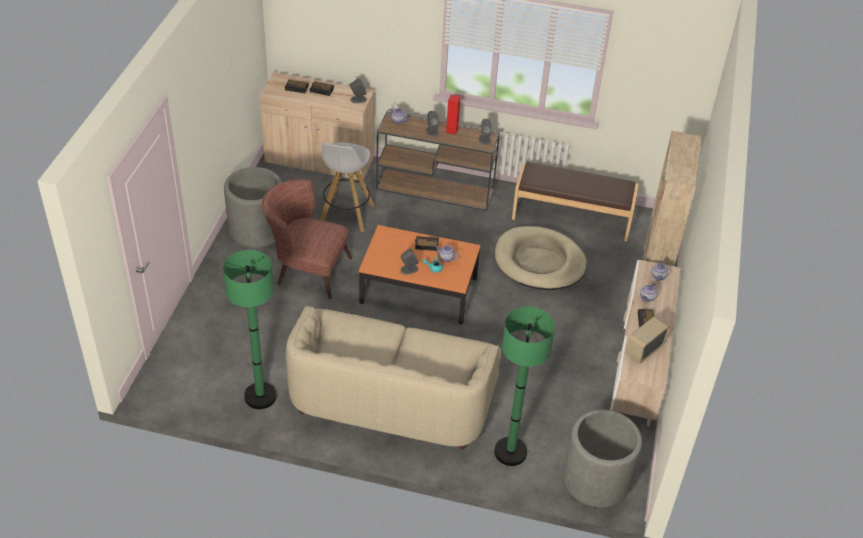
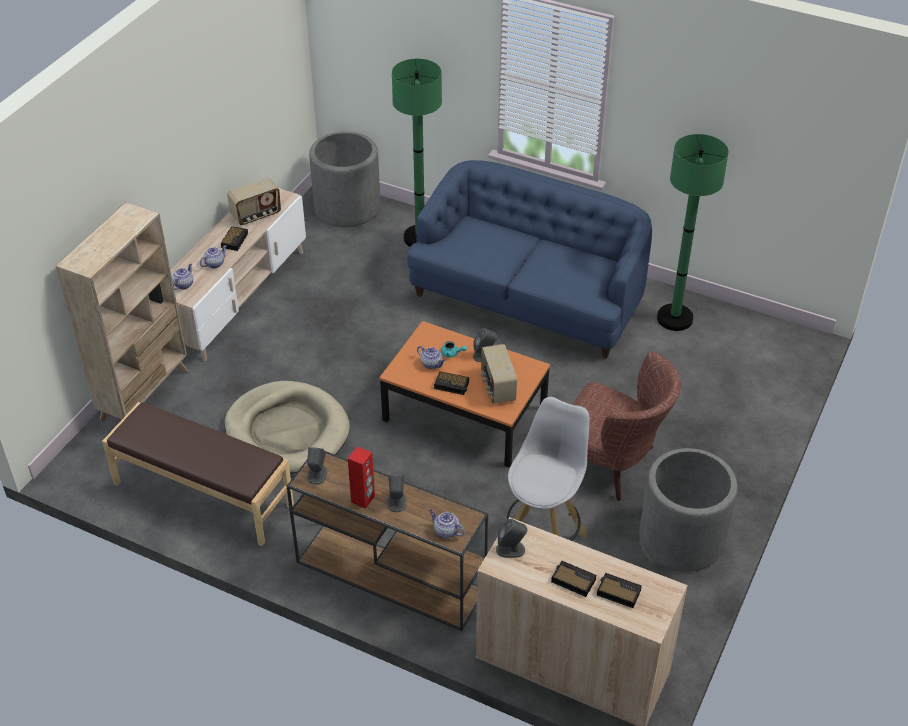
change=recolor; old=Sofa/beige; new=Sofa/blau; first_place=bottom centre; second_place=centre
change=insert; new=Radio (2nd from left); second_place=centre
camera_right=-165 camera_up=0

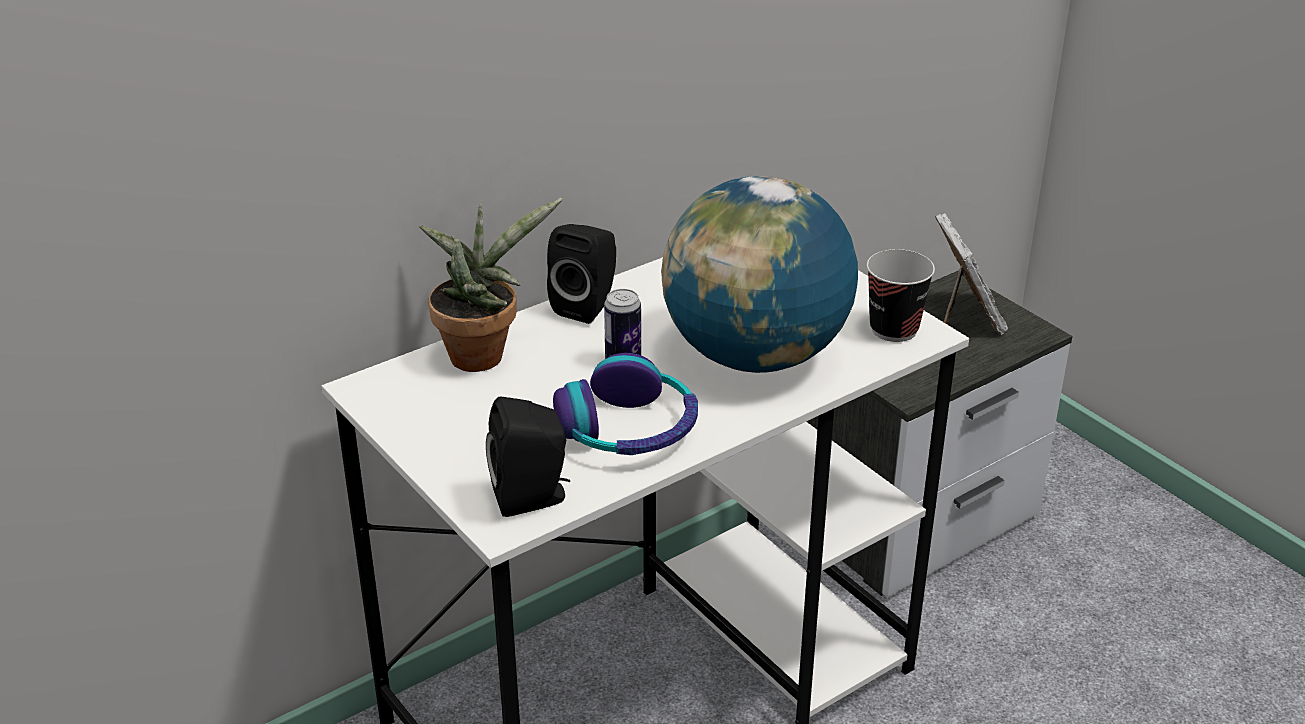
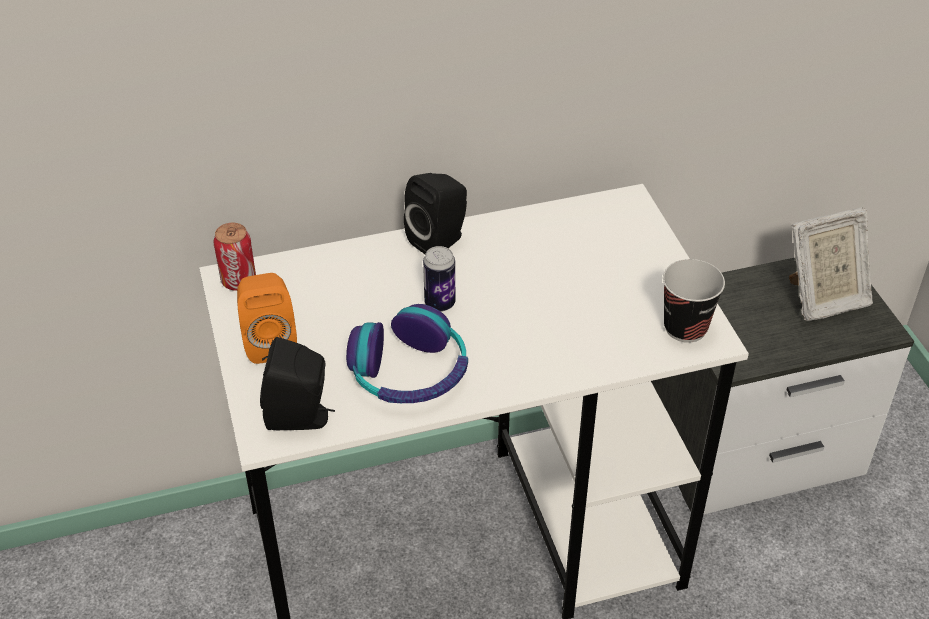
change=insert; new=Dose (1st from left); second_place=middle left
change=insert; new=Lautsprecher/orange; second_place=middle left
change=rotate; old=Bilderrahmen; first_place=middle right; second_place=middle right; degrees=60
change=delete; old=Topfpflanze; first_place=centre
change=delete; old=Globus; first_place=centre
camera_right=20 camera_up=10

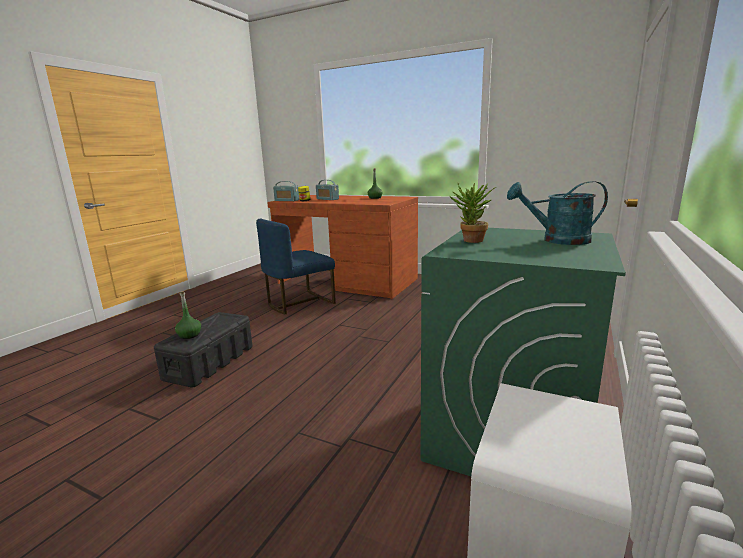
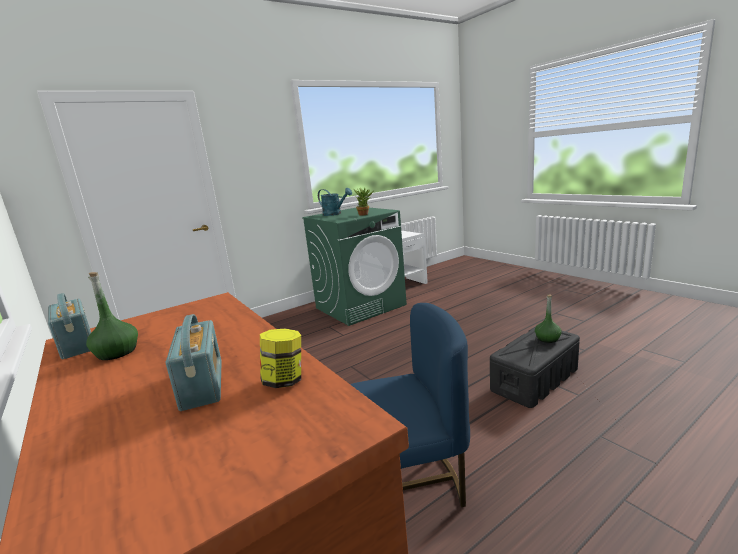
change=move; old=Radio (1st from left); first_place=centre; second_place=middle left
camera_right=-150 camera_up=0

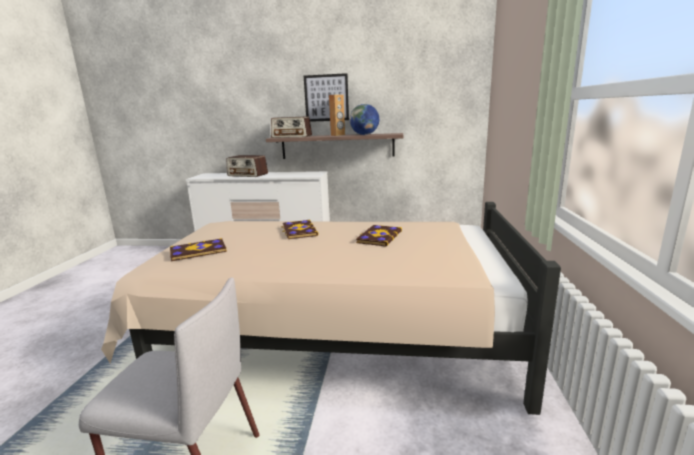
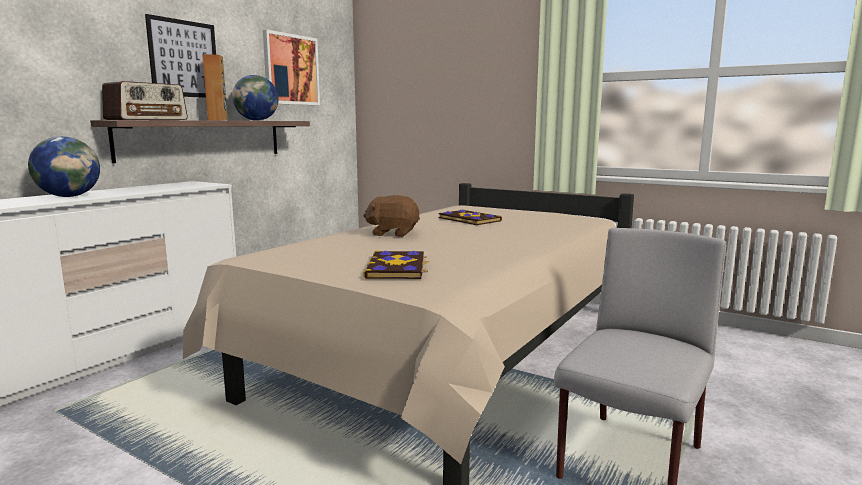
change=replace; old=Radio (1st from left); new=Globus (1st from left); first_place=centre; second_place=middle left
change=insert; new=Bild (2nd from left); second_place=top centre
change=replace; old=Buch (2nd from left); new=Plüschtier/braun; first_place=centre; second_place=centre
camera_right=-65 camera_up=-5

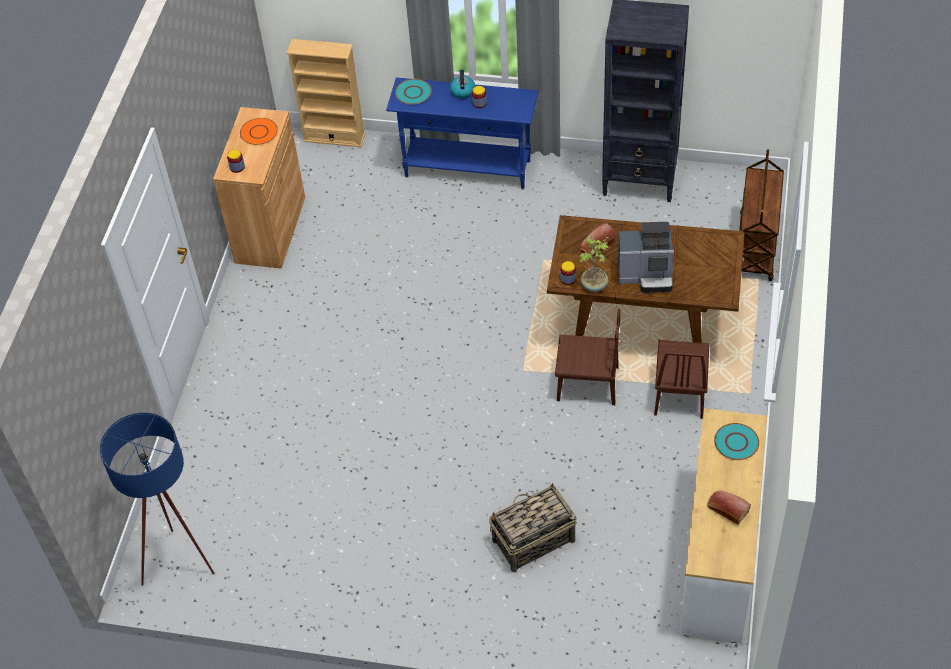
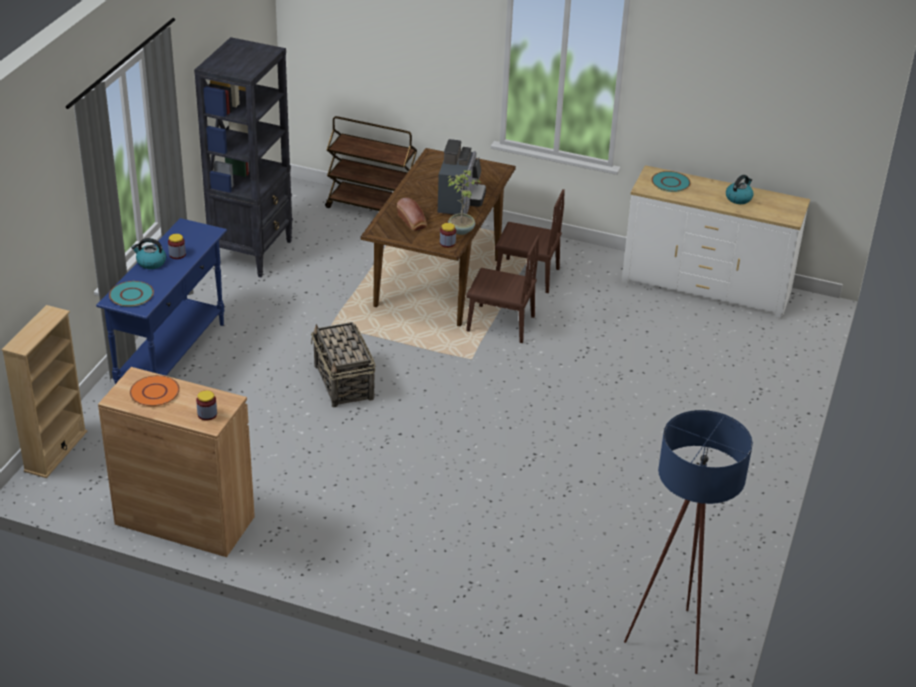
change=move; old=Korb; first_place=bottom centre; second_place=centre
change=rotate; old=Stuhl/braun (1st from left); first_place=centre; second_place=centre; degrees=90
change=replace; old=Brot (2nd from left); new=Wasserkessel (2nd from left); first_place=bottom right; second_place=top right
camera_right=-85 camera_up=-15

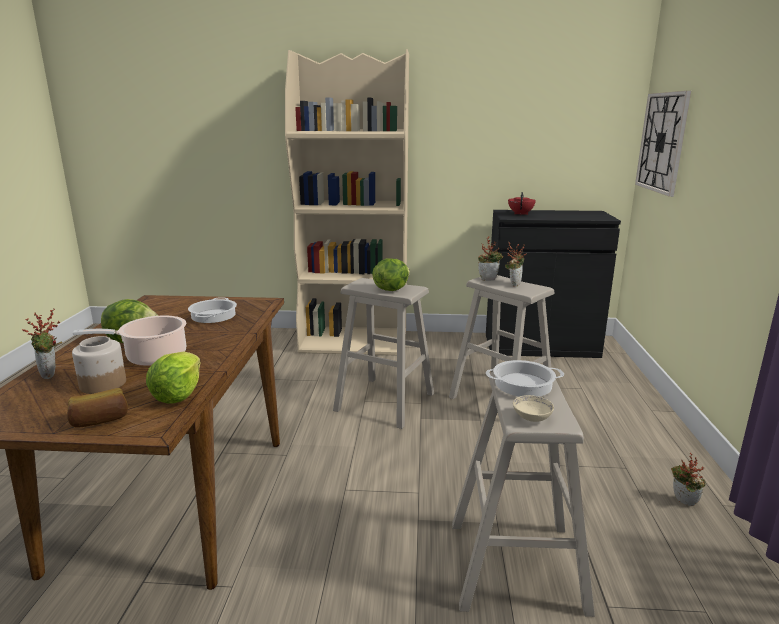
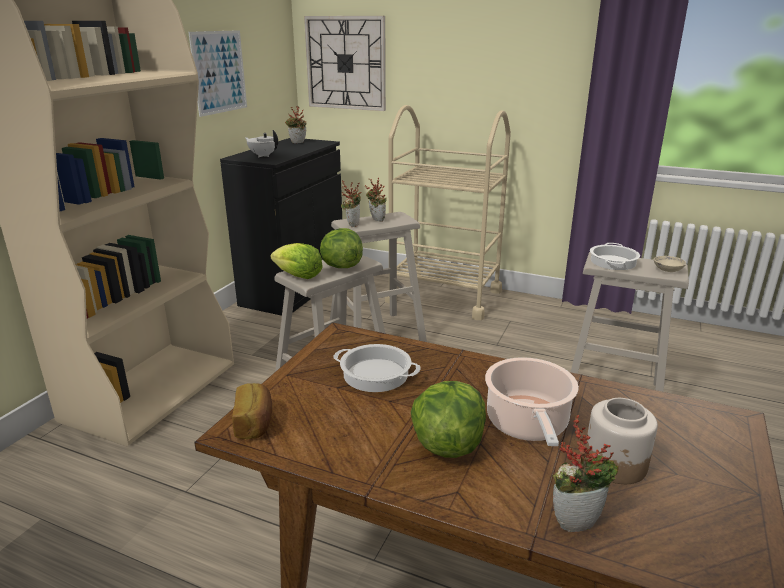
change=insert; new=Bild; second_place=top left
change=move; old=Brot; first_place=middle left; second_place=bottom left
change=recolor; old=Teekanne/rot; new=Teekanne/weiß; first_place=top right; second_place=top left
change=move; old=Salatkopf (2nd from left in the first image); new=Salatkopf (1st from left); first_place=middle left; second_place=centre
change=move; old=Topfpflanze (4th from left in the first image); new=Topfpflanze (1st from left); first_place=bottom right; second_place=top centre
change=insert; new=Rollwagen/beige; second_place=centre
camera_right=-70 camera_up=5

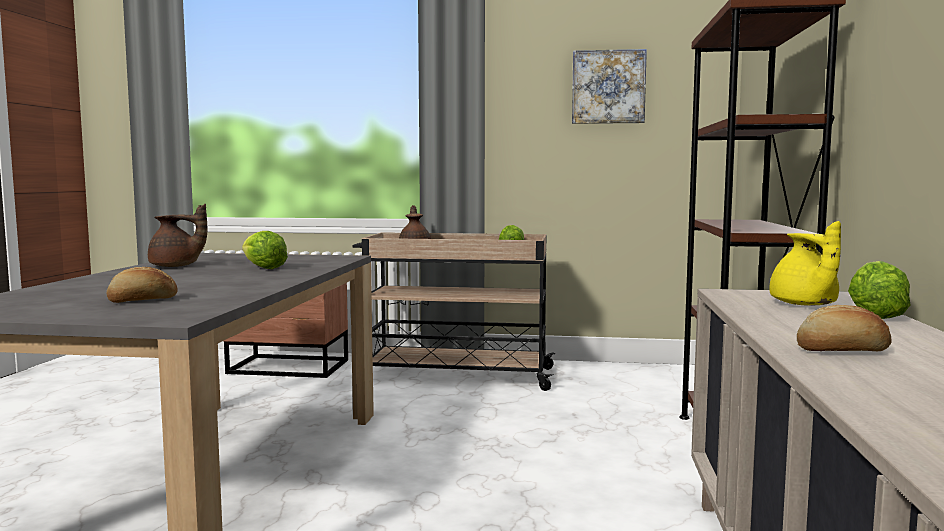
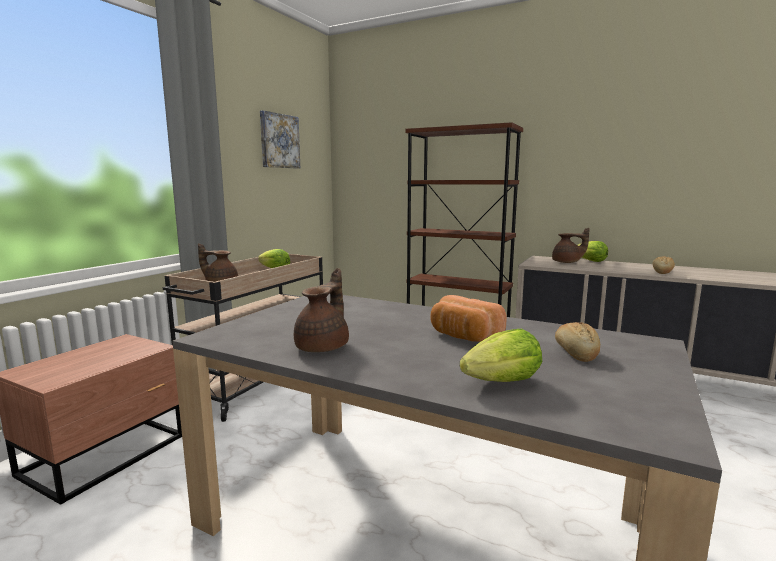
change=insert; new=Brot (1st from left); second_place=centre
change=move; old=Salatkopf (1st from left in the first image); new=Salatkopf (2nd from left); first_place=middle left; second_place=centre
change=recolor; old=Teekanne/gelb; new=Teekanne/braun (3rd from left); first_place=middle right; second_place=middle right
camera_right=-70 camera_up=5

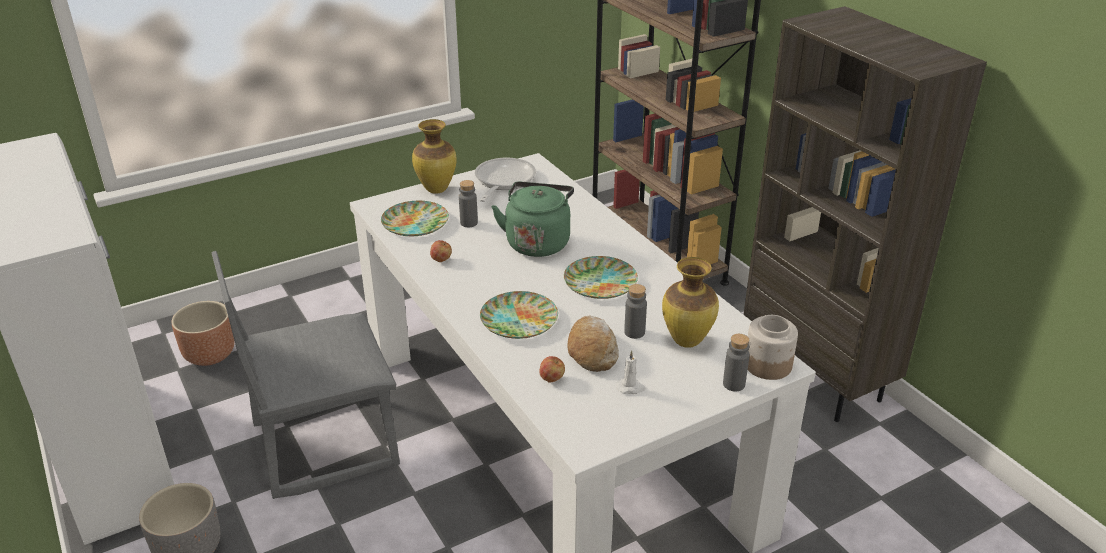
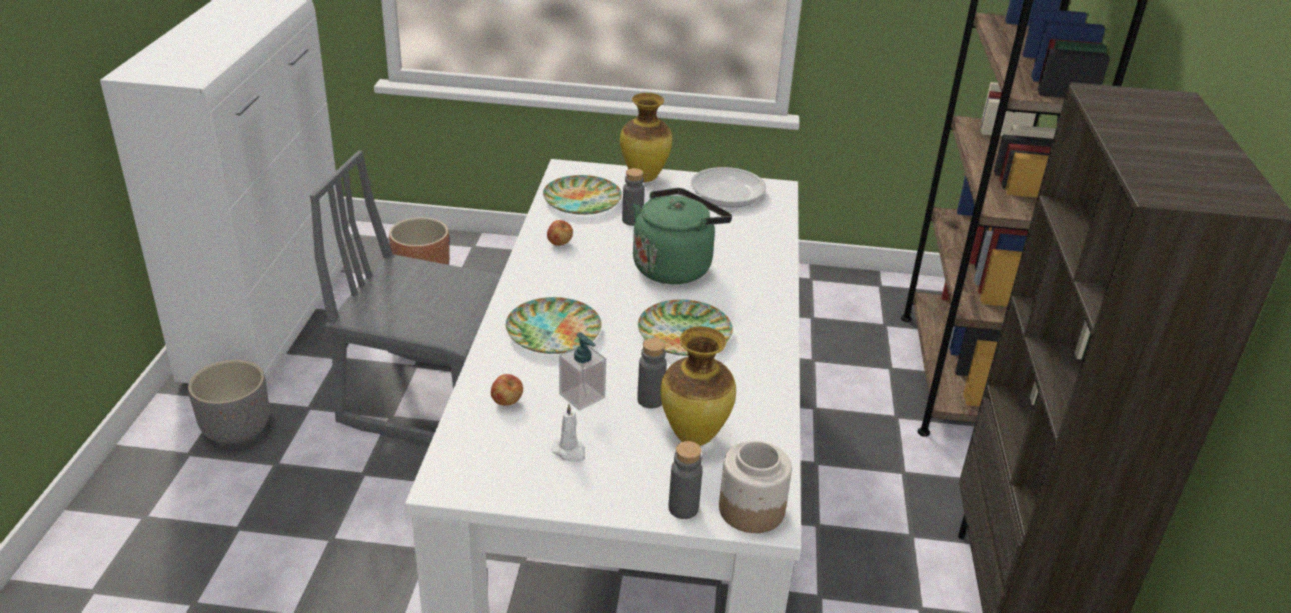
change=replace; old=Brot; new=Seifenspender; first_place=centre; second_place=centre
camera_right=35 camera_up=0

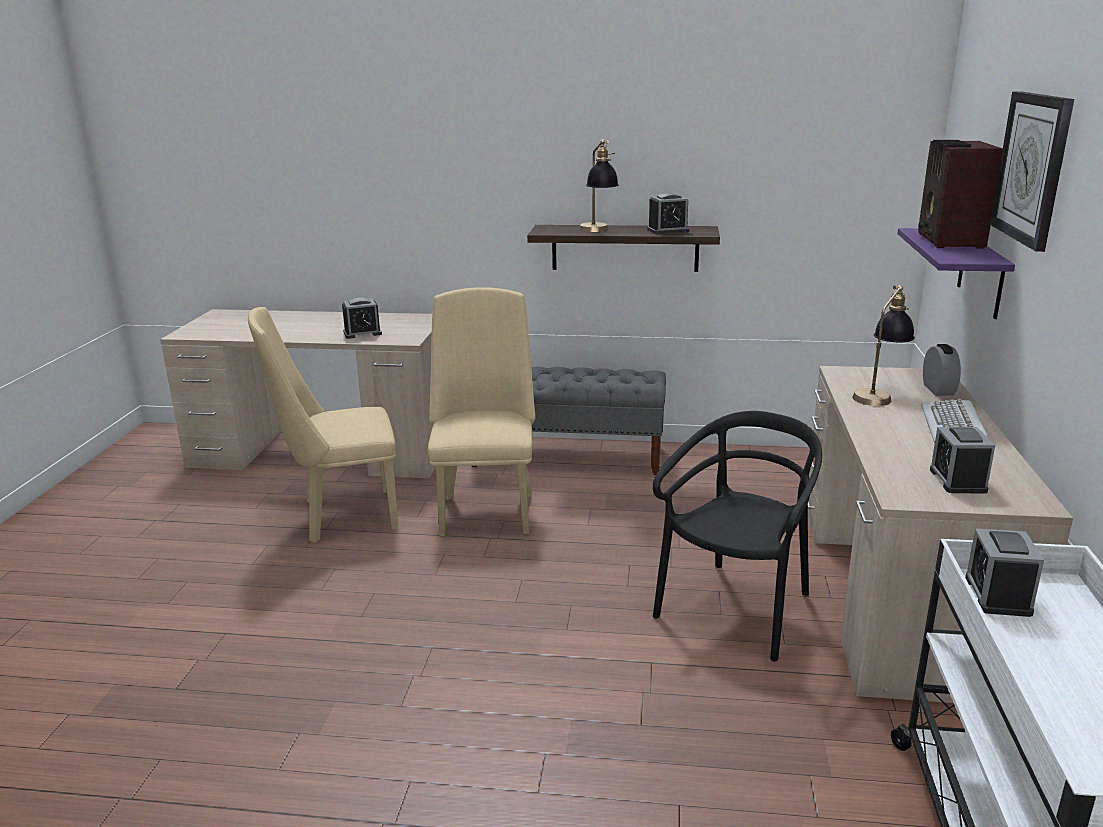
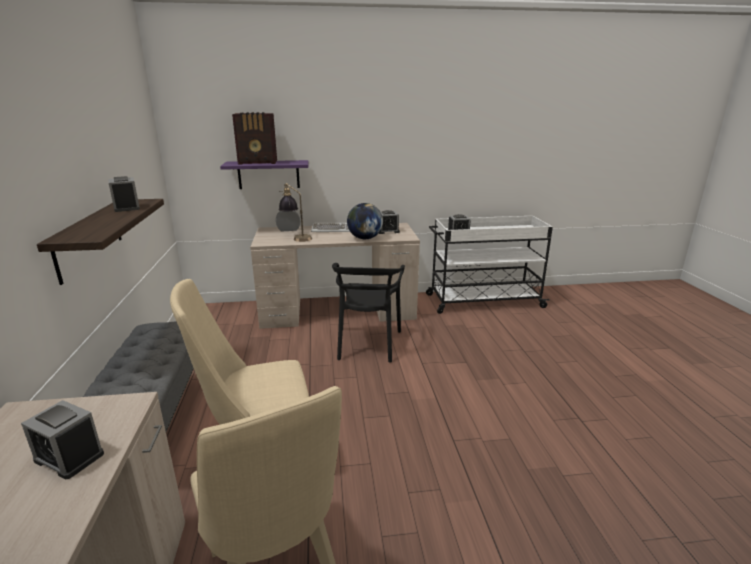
change=rotate; old=Wecker (1st from left); first_place=middle left; second_place=bottom left; degrees=150
change=rotate; old=Stuhl/schwarz; first_place=middle right; second_place=centre; degrees=-105
change=insert; new=Globus; second_place=centre
change=delete; old=Tischlampe (1st from left); first_place=top centre
change=delete; old=Wanduhr; first_place=top right
camera_right=-105 camera_up=0

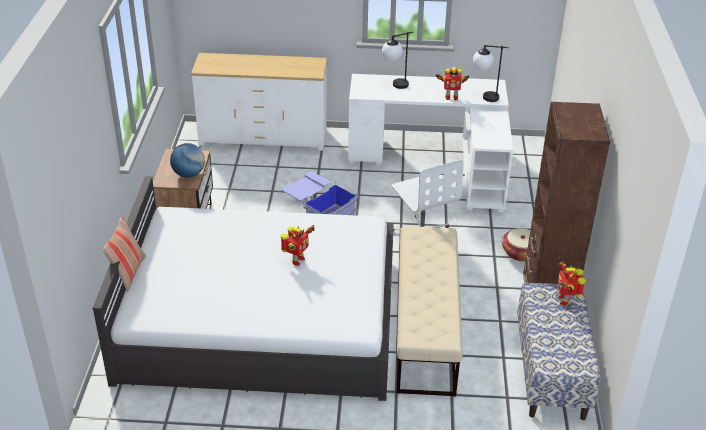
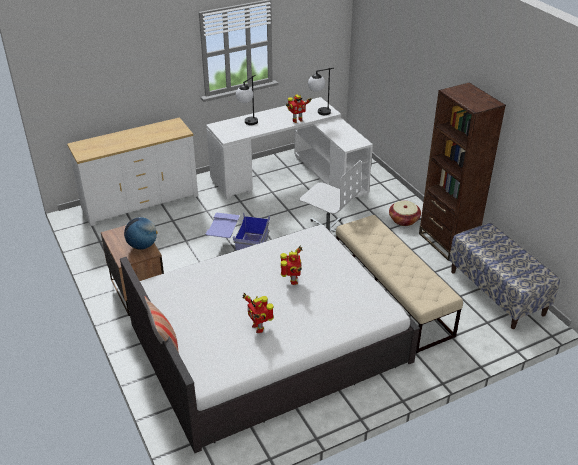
change=move; old=Spielzeugroboter (3rd from left in the first image); new=Spielzeugroboter (1st from left); first_place=middle right; second_place=bottom centre
camera_right=-30 camera_up=0

